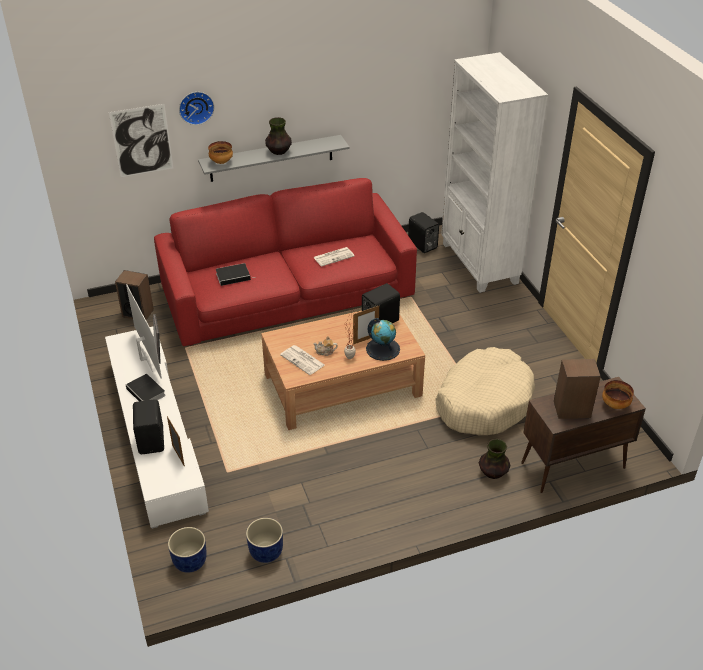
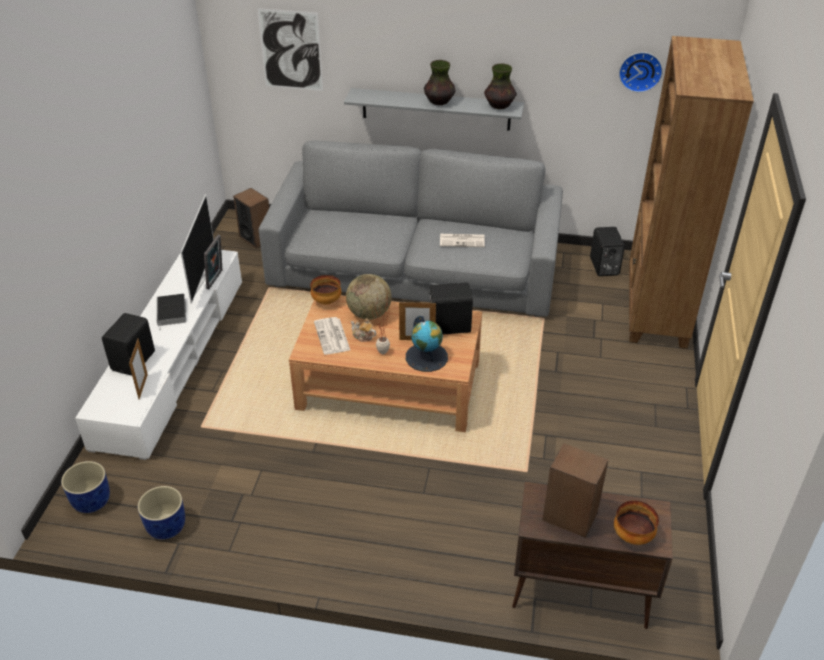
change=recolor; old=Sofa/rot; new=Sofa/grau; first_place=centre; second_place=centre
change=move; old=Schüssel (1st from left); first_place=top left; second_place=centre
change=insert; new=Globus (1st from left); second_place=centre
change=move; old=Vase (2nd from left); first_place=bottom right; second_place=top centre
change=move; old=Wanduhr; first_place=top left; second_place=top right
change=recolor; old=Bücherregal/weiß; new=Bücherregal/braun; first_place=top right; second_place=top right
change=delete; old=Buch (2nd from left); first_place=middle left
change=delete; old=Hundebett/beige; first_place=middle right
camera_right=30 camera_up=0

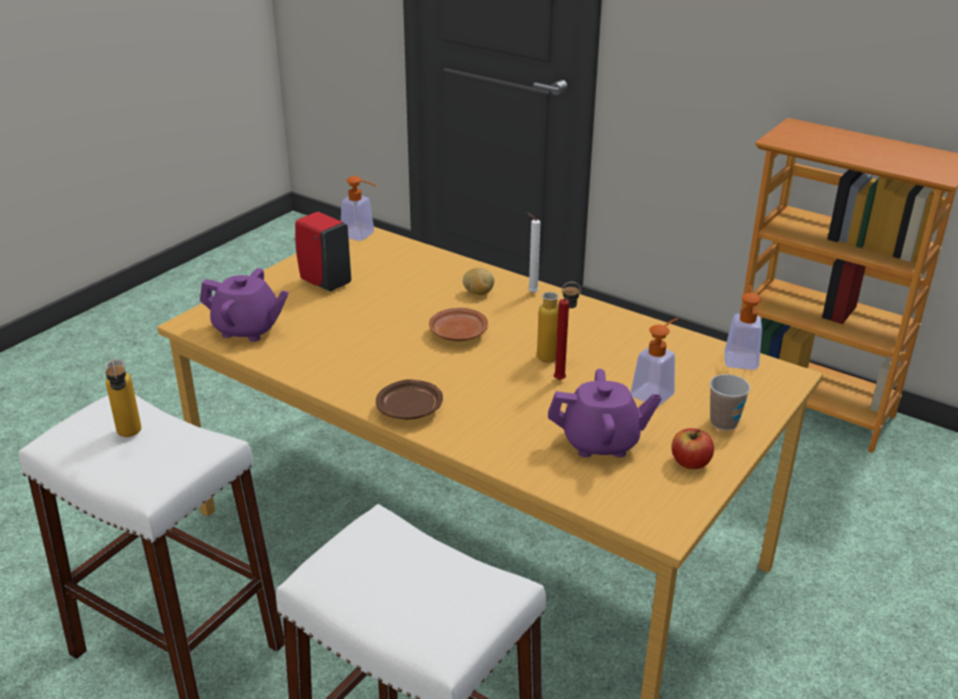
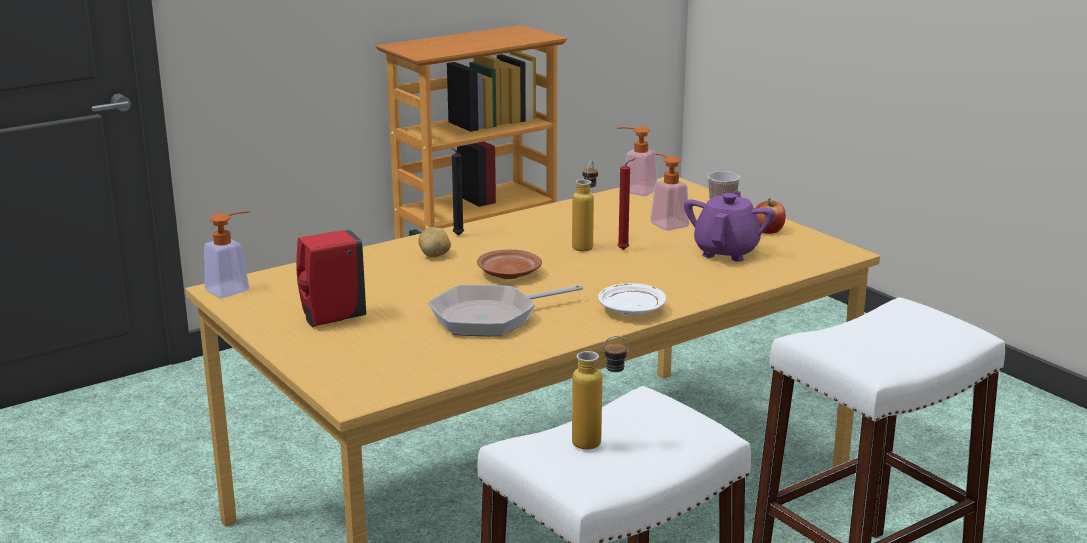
change=insert; new=Pfanne; second_place=centre
change=recolor; old=Kerze/weiß; new=Kerze/schwarz; first_place=centre; second_place=centre
change=recolor; old=Teller/braun (1st from left); new=Teller/weiß; first_place=centre; second_place=centre
change=delete; old=Teekanne/lila (1st from left); first_place=middle left
camera_right=-70 camera_up=-10

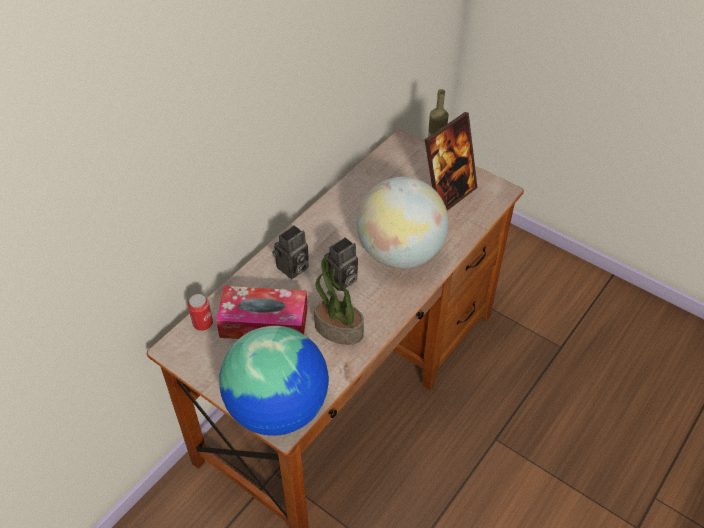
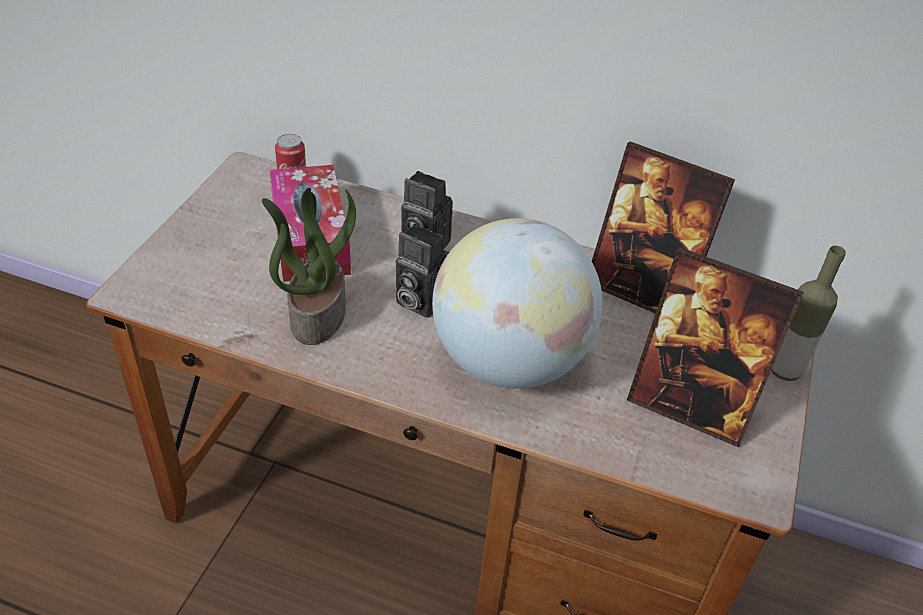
change=insert; new=Bilderrahmen (1st from left); second_place=middle right
change=delete; old=Globus (1st from left); first_place=bottom centre
camera_right=70 camera_up=-5

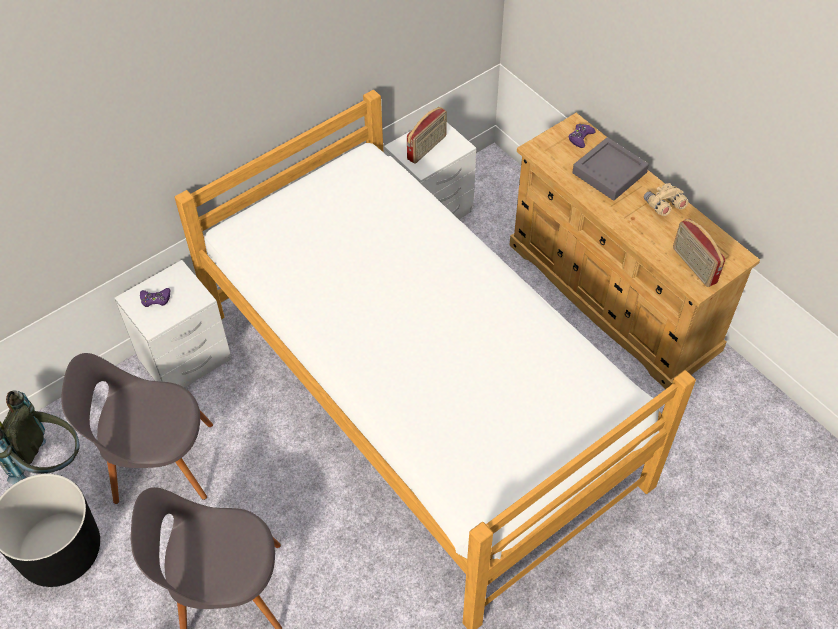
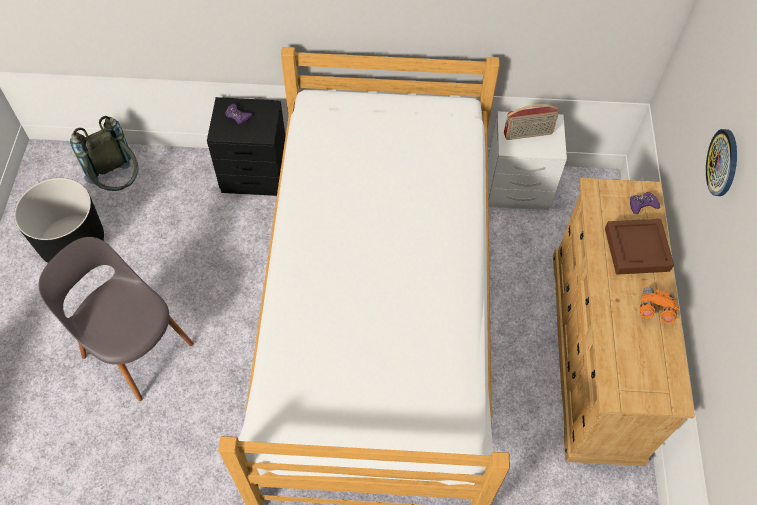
change=recolor; old=Nachttisch/weiß (1st from left); new=Nachttisch/schwarz; first_place=middle left; second_place=top left
change=recolor; old=Tablett/grau; new=Tablett/braun; first_place=top right; second_place=middle right
change=recolor; old=Fernglas/beige; new=Fernglas/orange; first_place=top right; second_place=middle right
change=insert; new=Wanduhr; second_place=top right
change=delete; old=Stuhl/grau (1st from left); first_place=bottom left
change=delete; old=Radio (2nd from left); first_place=middle right
camera_right=40 camera_up=5

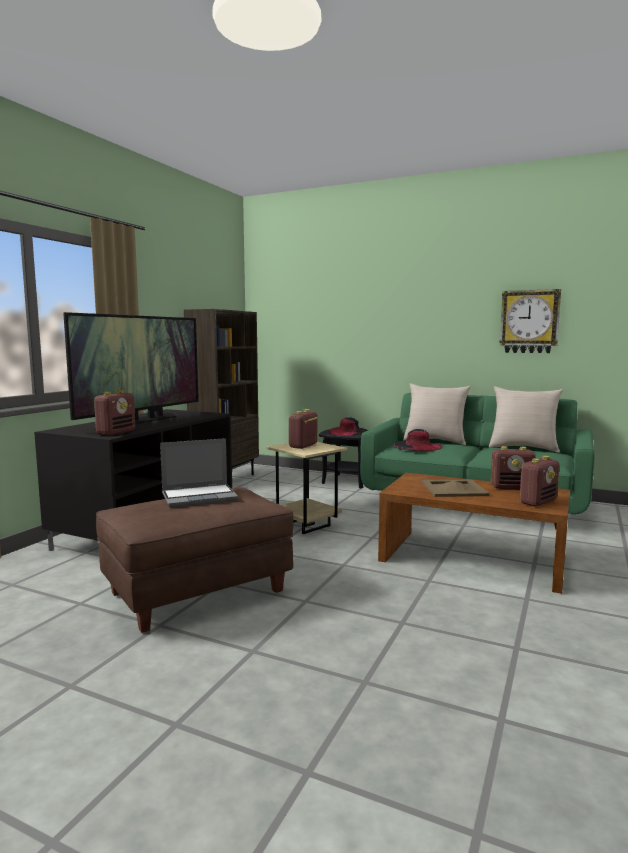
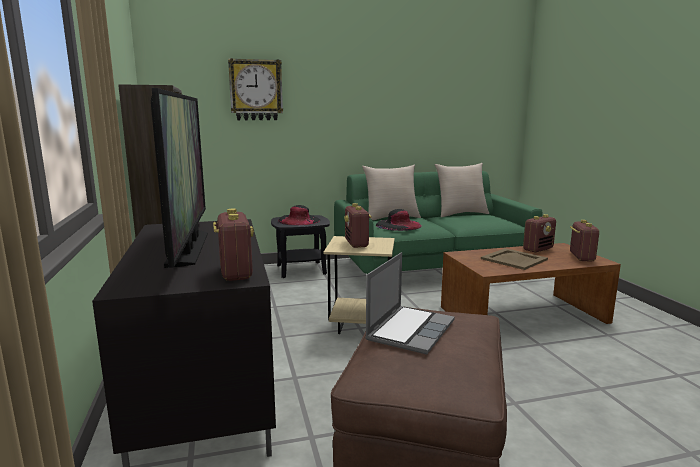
change=move; old=Wanduhr; first_place=middle right; second_place=top centre
camera_right=-40 camera_up=5

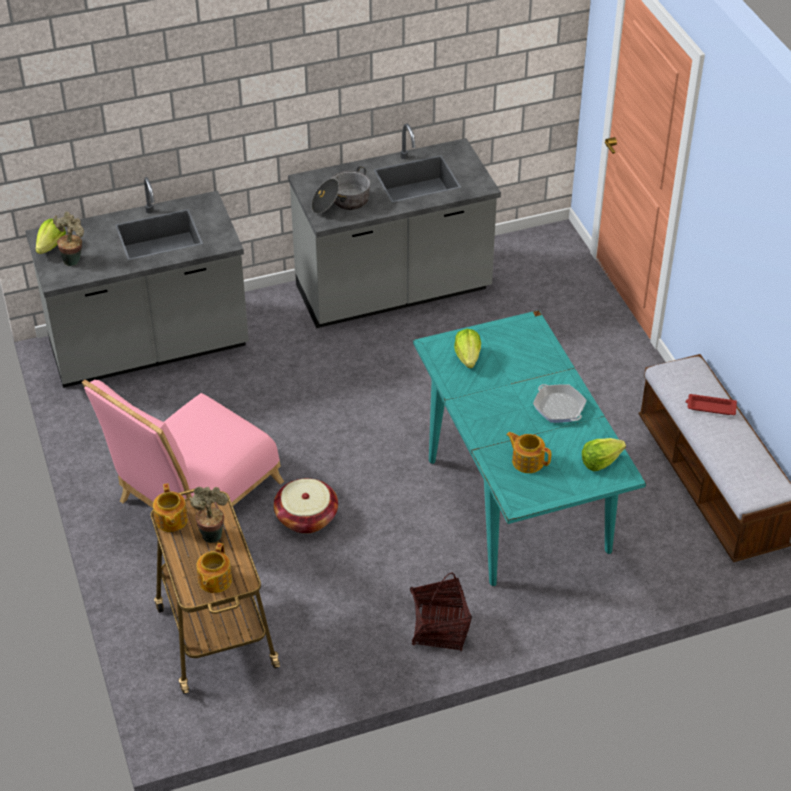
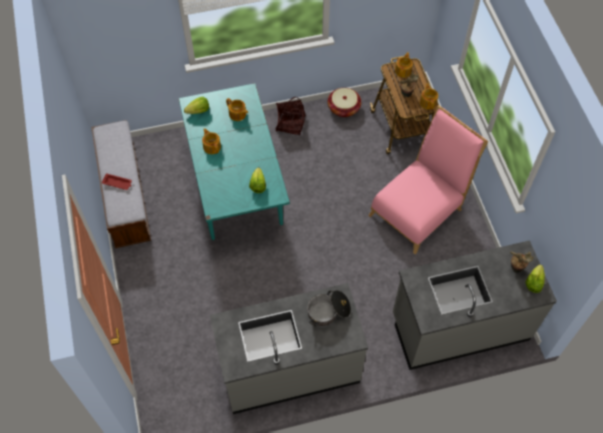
change=replace; old=Pfanne; new=Teekanne (1st from left); first_place=middle right; second_place=top centre
change=move; old=Korb (1st from left in the first image); new=Korb (2nd from left); first_place=centre; second_place=top centre
camera_right=-175 camera_up=15

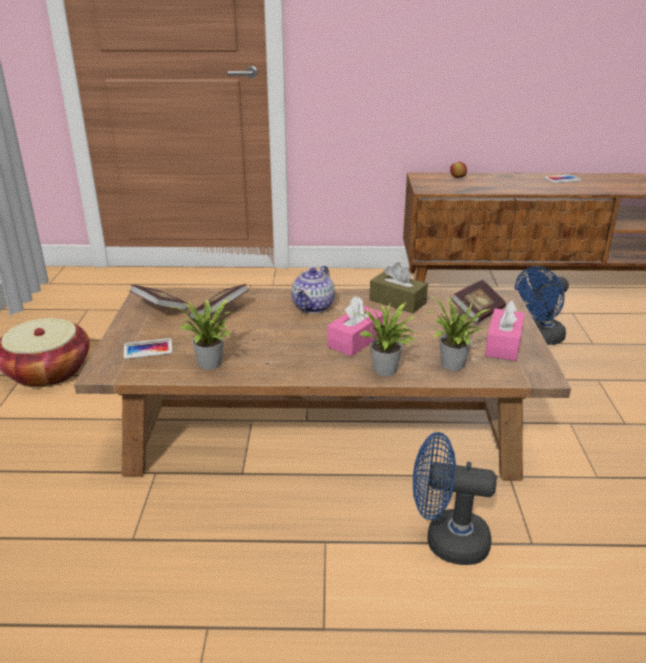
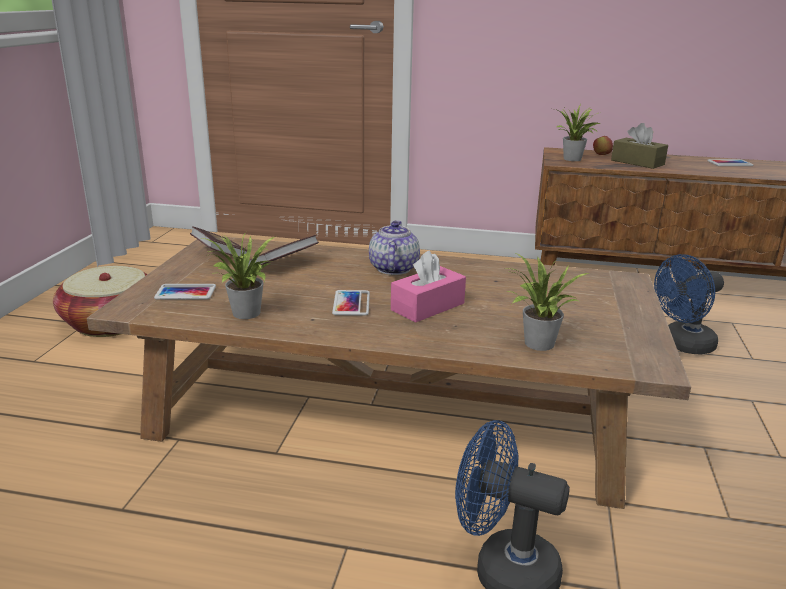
change=insert; new=Handy (2nd from left); second_place=centre
change=rotate; old=Teekanne; first_place=centre; second_place=centre; degrees=150
change=move; old=Topfpflanze (2nd from left in the first image); new=Topfpflanze (3rd from left); first_place=centre; second_place=top right
change=move; old=Taschentuchbox/braun; first_place=centre; second_place=top right
change=delete; old=Buch (3rd from left); first_place=middle right
change=delete; old=Taschentuchbox/rosa (2nd from left); first_place=middle right
camera_right=10 camera_up=-5

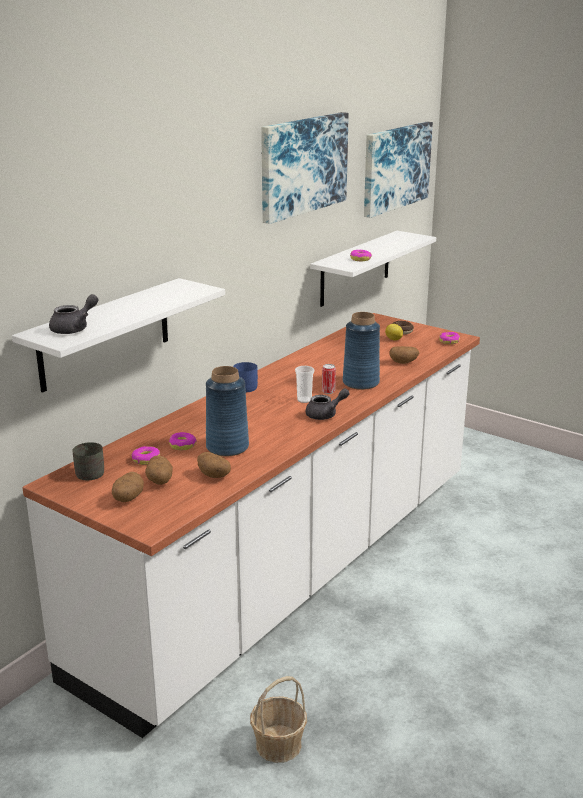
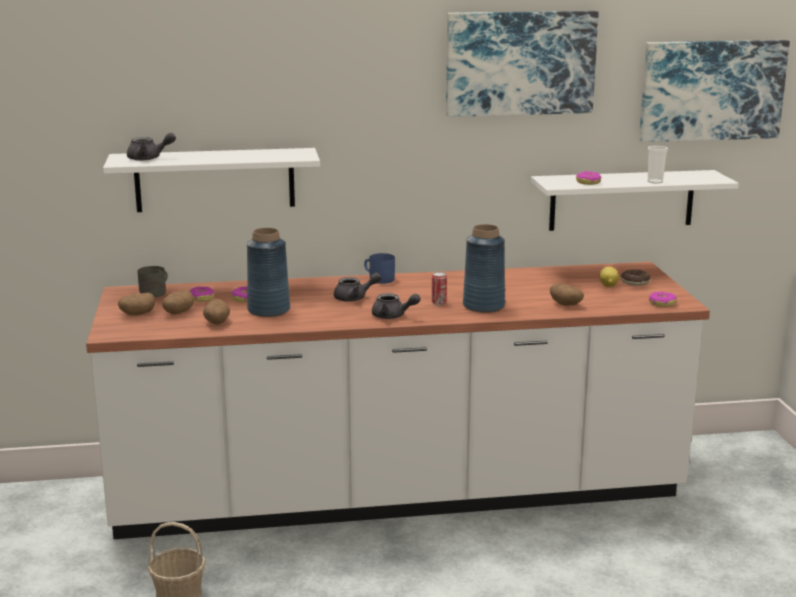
change=insert; new=Teekanne/grau (2nd from left); second_place=centre
change=move; old=Tasse; first_place=centre; second_place=top right
camera_right=45 camera_up=-5

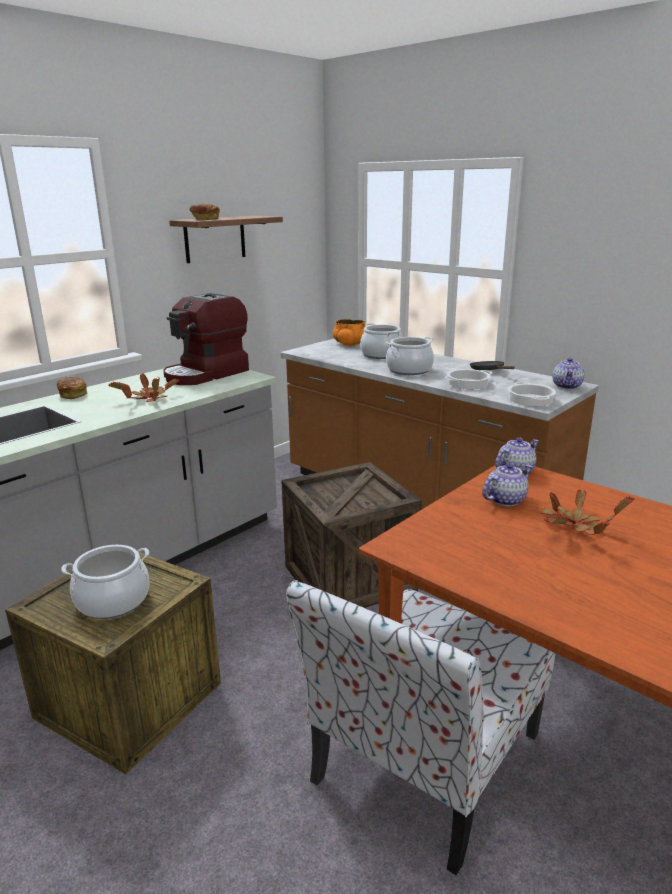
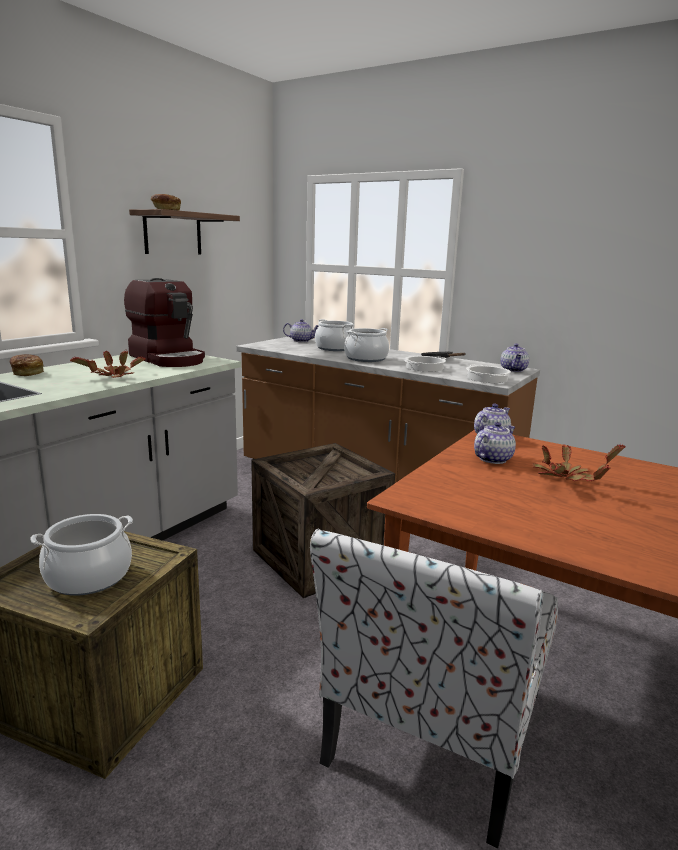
change=rotate; old=Kaffeemaschine; first_place=middle left; second_place=middle left; degrees=-75
change=replace; old=Schüssel/orange; new=Teekanne (1st from left); first_place=centre; second_place=centre
camera_right=-10 camera_up=-5

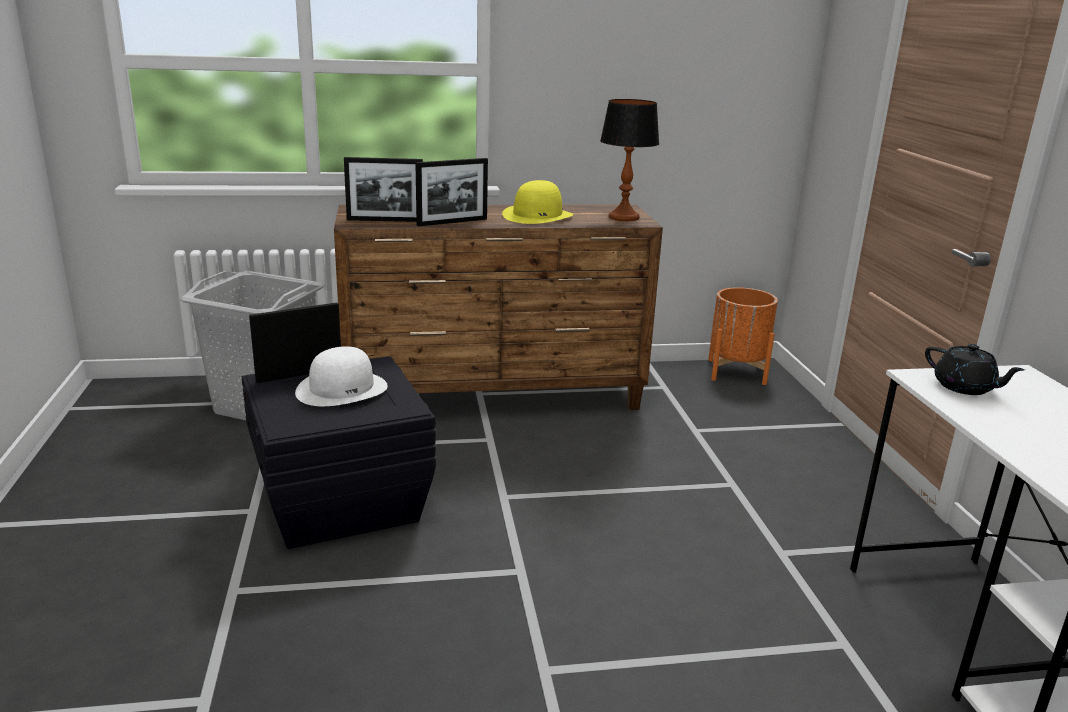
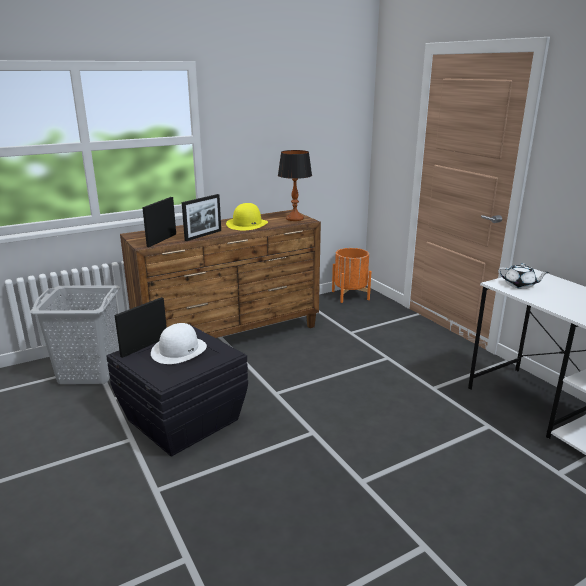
change=rotate; old=Bilderrahmen (2nd from left); first_place=top centre; second_place=middle left; degrees=135
change=recolor; old=Teekanne/schwarz; new=Teekanne/weiß; first_place=middle right; second_place=middle right
camera_right=-20 camera_up=0

